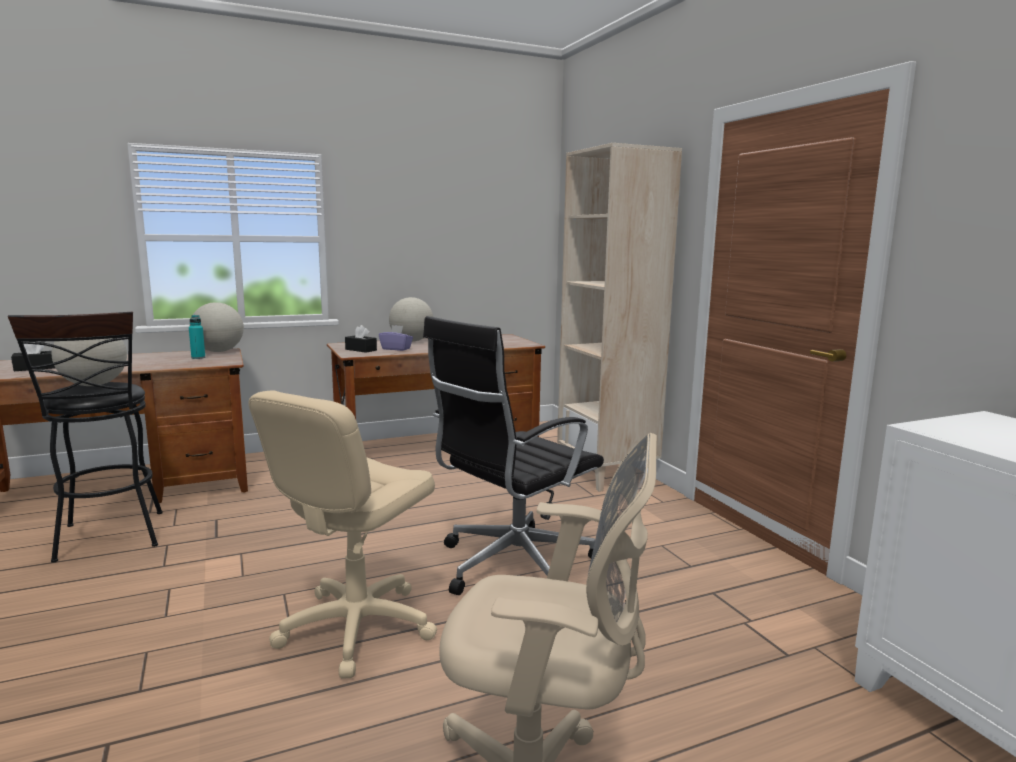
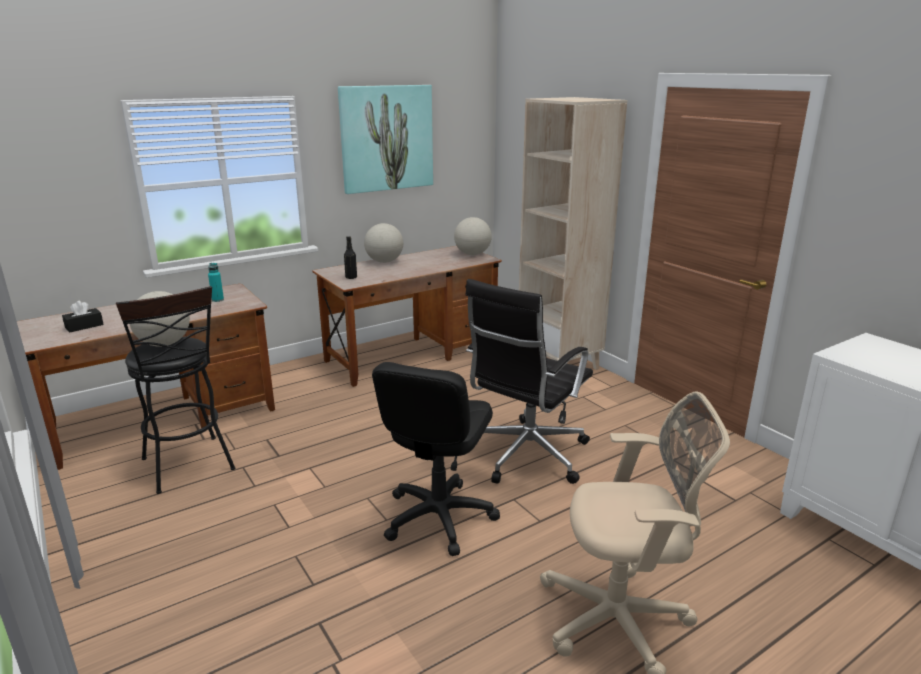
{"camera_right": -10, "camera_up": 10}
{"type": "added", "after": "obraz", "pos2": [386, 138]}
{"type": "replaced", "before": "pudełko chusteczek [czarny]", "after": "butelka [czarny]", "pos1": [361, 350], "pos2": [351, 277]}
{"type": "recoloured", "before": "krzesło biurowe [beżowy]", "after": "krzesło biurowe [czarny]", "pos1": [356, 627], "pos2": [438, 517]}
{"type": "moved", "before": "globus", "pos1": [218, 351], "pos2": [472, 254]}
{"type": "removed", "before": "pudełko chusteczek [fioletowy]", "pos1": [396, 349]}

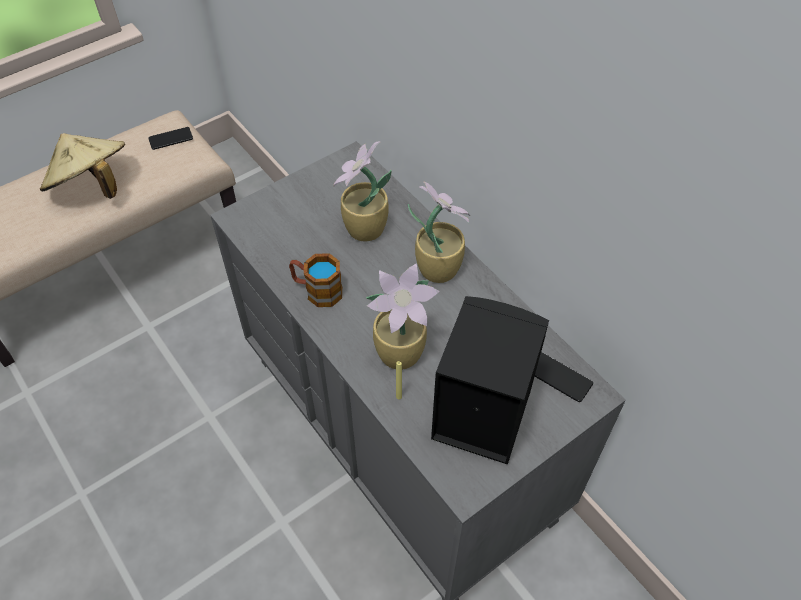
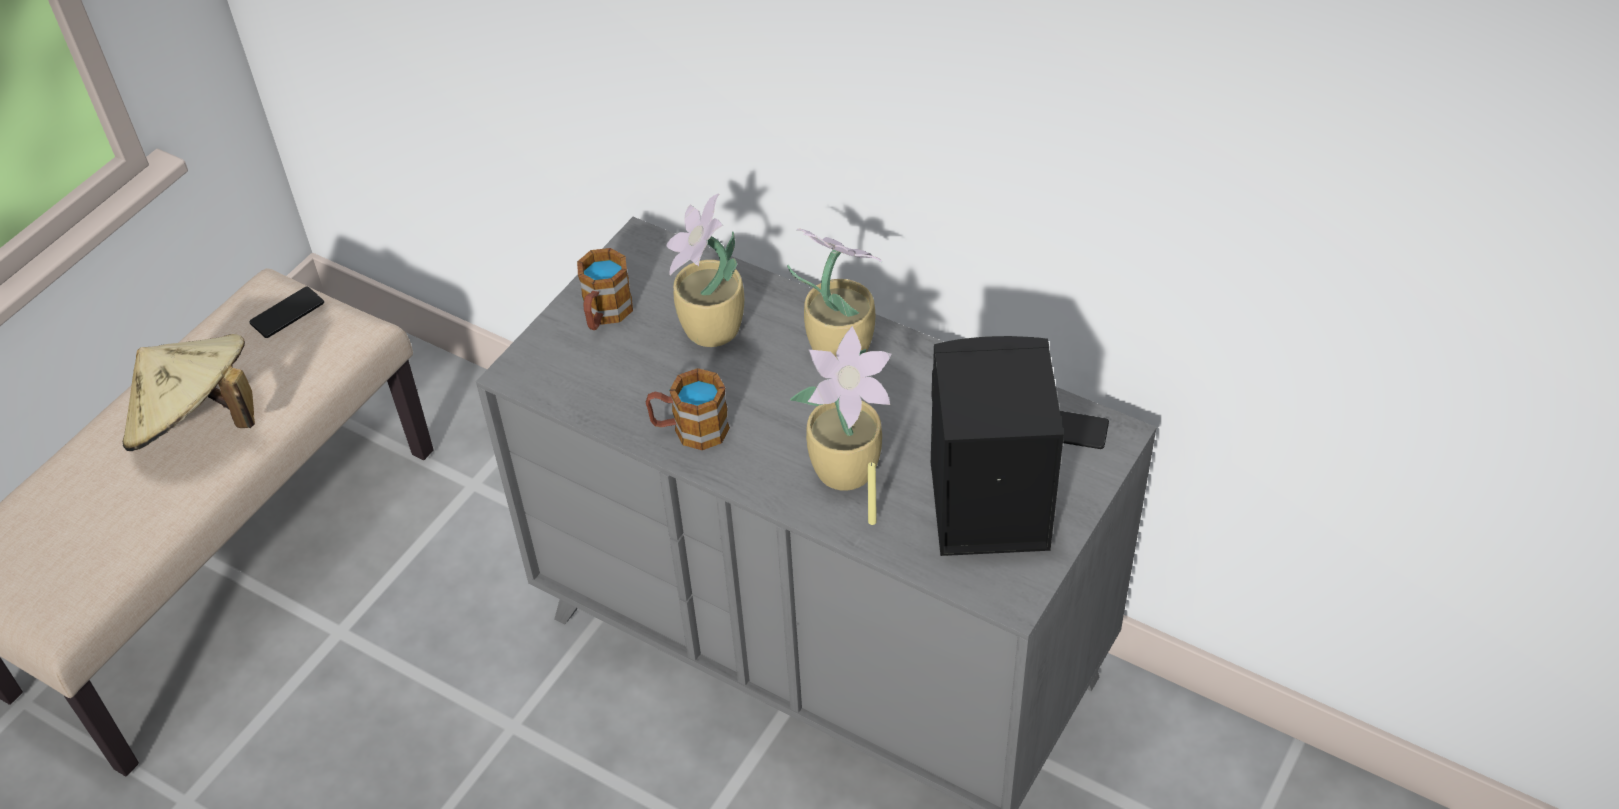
{"camera_right": -20, "camera_up": -5}
{"type": "added", "after": "kubek", "pos2": [604, 314]}

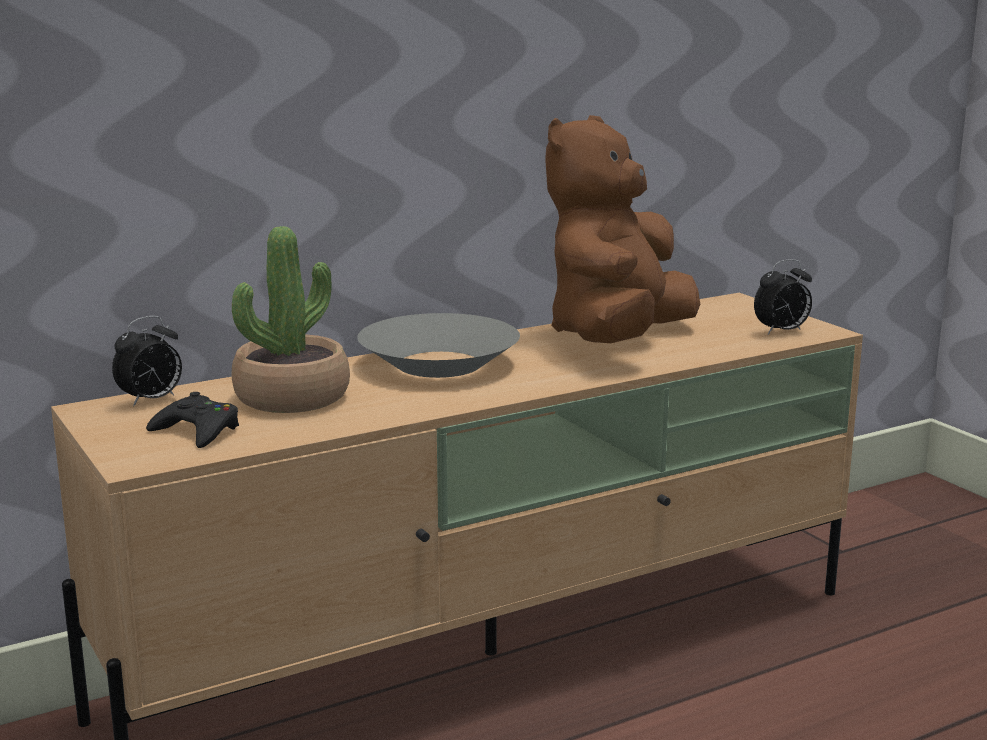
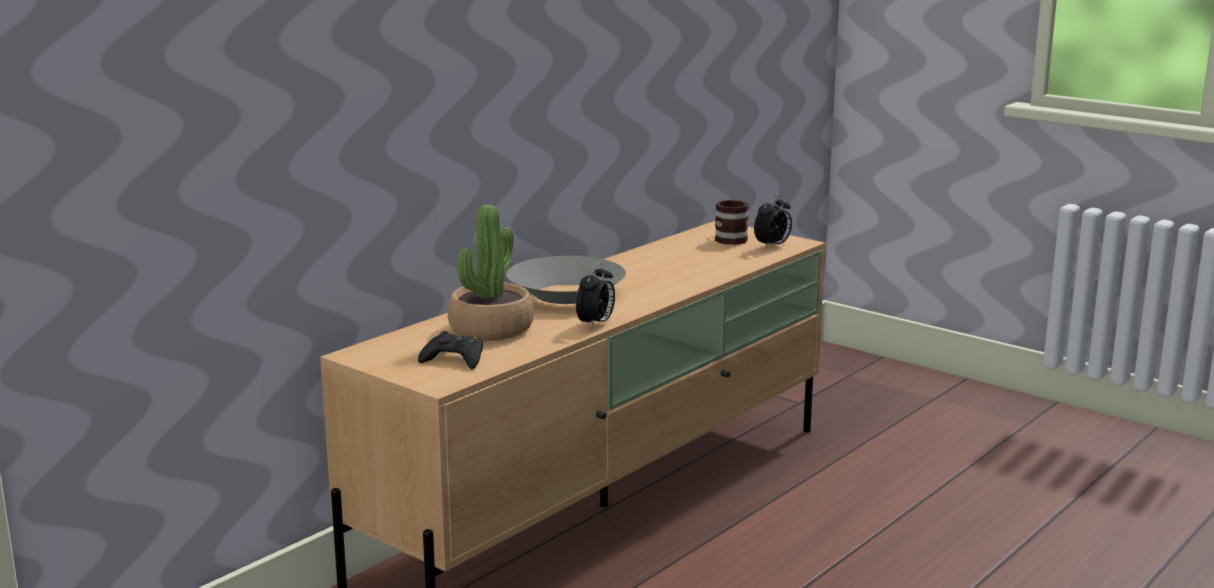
{"camera_right": -20, "camera_up": 0}
{"type": "moved", "before": "budzik", "pos1": [151, 400], "pos2": [596, 324]}
{"type": "added", "after": "kubek", "pos2": [729, 238]}
{"type": "removed", "before": "pluszak [brązowy]", "pos1": [617, 339]}

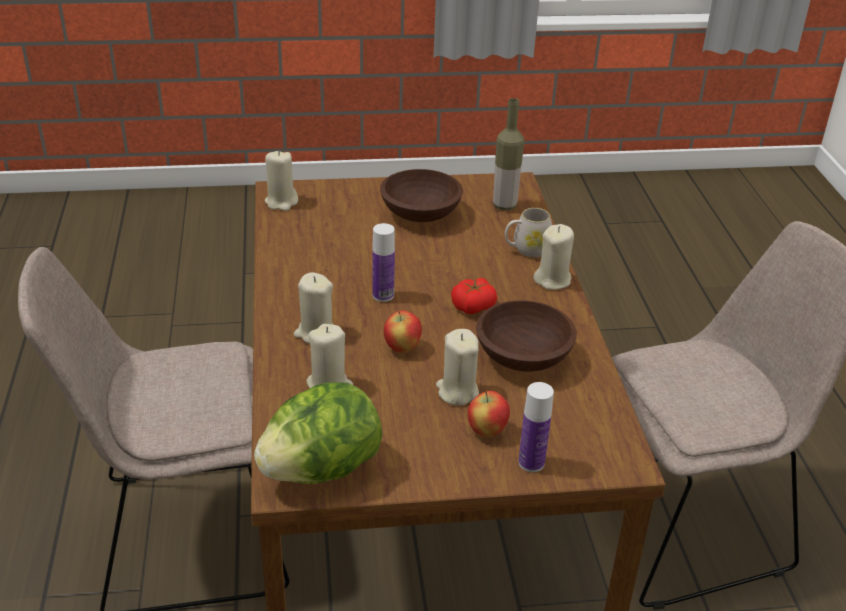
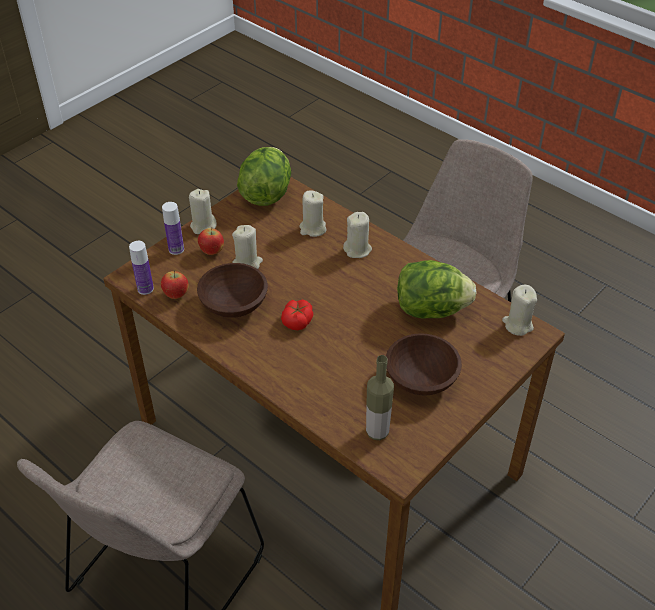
{"camera_right": 140, "camera_up": 10}
{"type": "moved", "before": "butelka", "pos1": [383, 295], "pos2": [145, 289]}
{"type": "moved", "before": "jabłko", "pos1": [402, 348], "pos2": [176, 295]}
{"type": "moved", "before": "świeca [beżowy]", "pos1": [552, 280], "pos2": [203, 226]}
{"type": "added", "after": "sałata", "pos2": [431, 309]}
{"type": "removed", "before": "kubek [biały]", "pos1": [527, 250]}

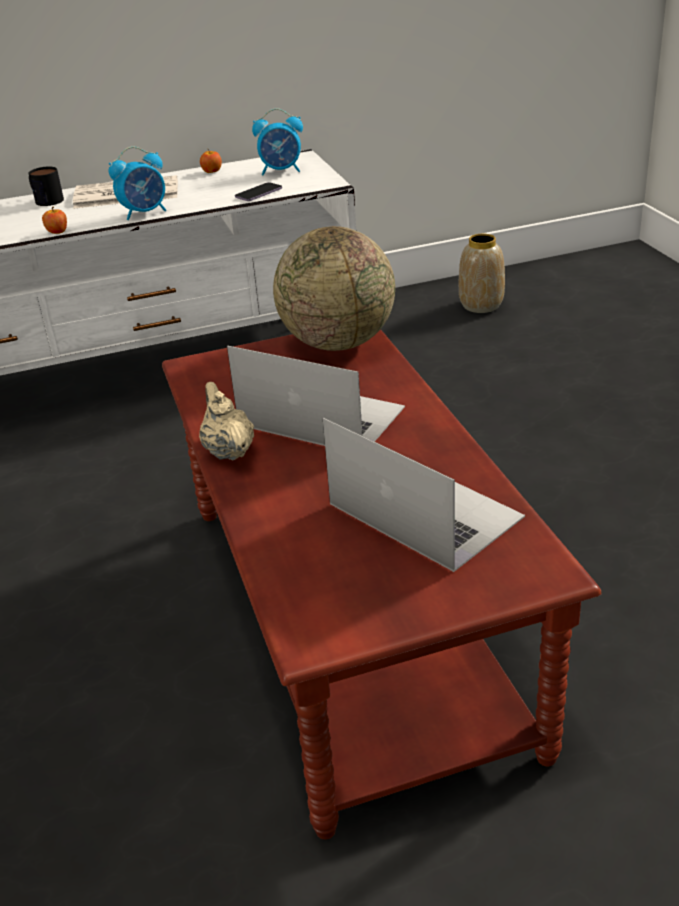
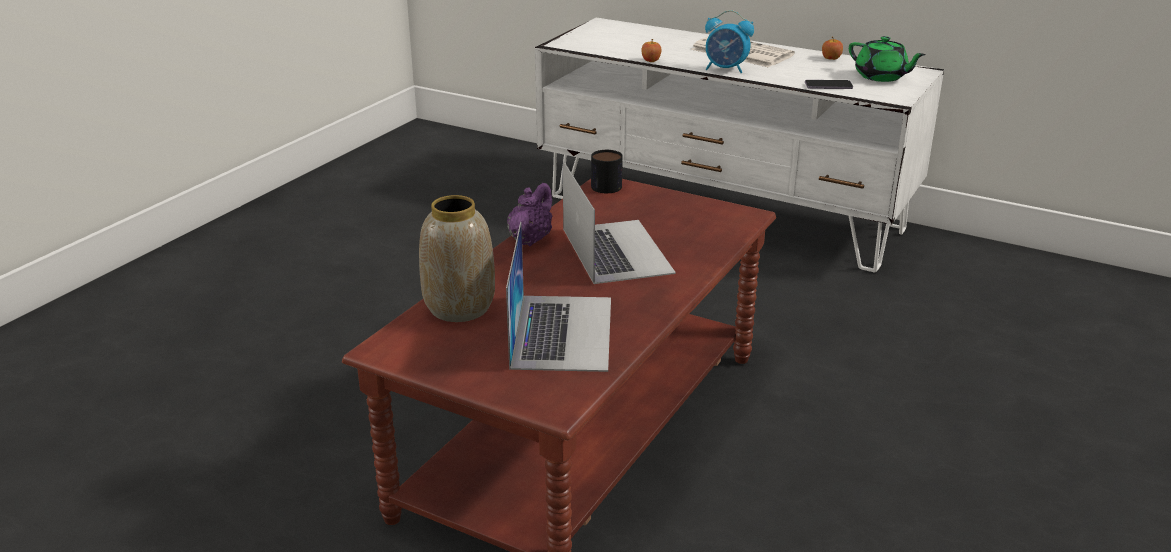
{"camera_right": 45, "camera_up": -5}
{"type": "moved", "before": "wazon", "pos1": [480, 305], "pos2": [458, 308]}
{"type": "recoloured", "before": "imbryk [beżowy]", "after": "imbryk [fioletowy]", "pos1": [228, 451], "pos2": [530, 239]}
{"type": "moved", "before": "kubek", "pos1": [45, 200], "pos2": [606, 184]}
{"type": "replaced", "before": "budzik", "after": "imbryk [zielony]", "pos1": [281, 171], "pos2": [881, 77]}
{"type": "removed", "before": "globus", "pos1": [338, 343]}

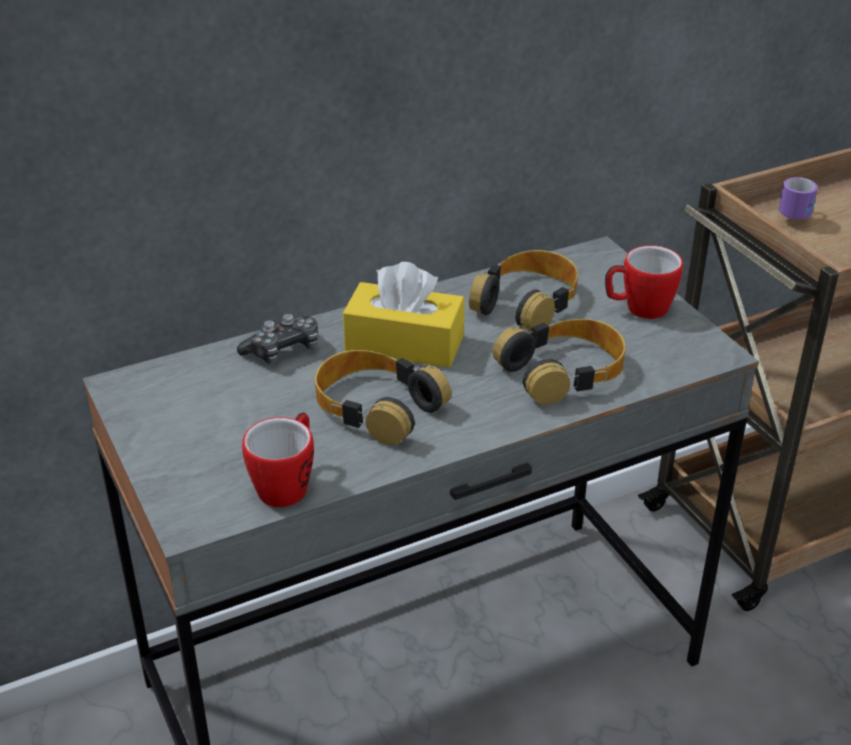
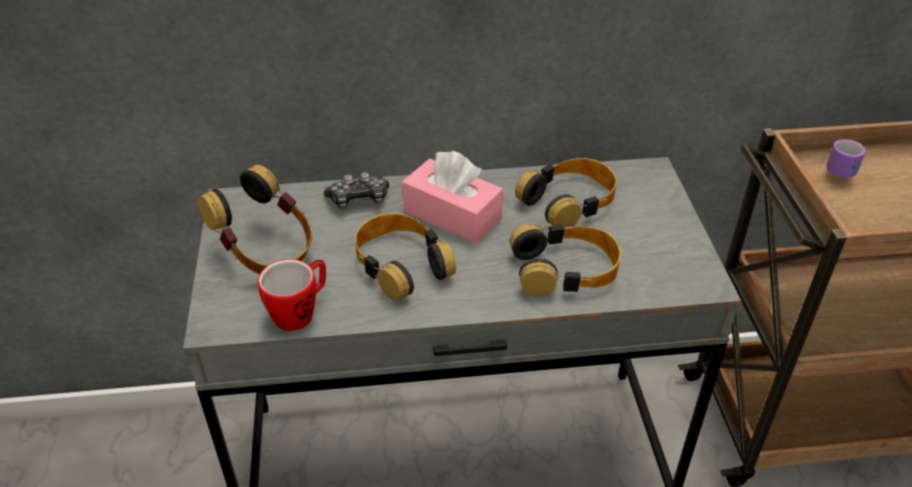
{"camera_right": 20, "camera_up": 5}
{"type": "added", "after": "słuchawki", "pos2": [267, 253]}
{"type": "recoloured", "before": "pudełko chusteczek [żółty]", "after": "pudełko chusteczek [różowy]", "pos1": [404, 343], "pos2": [452, 215]}
{"type": "removed", "before": "kubek", "pos1": [638, 309]}

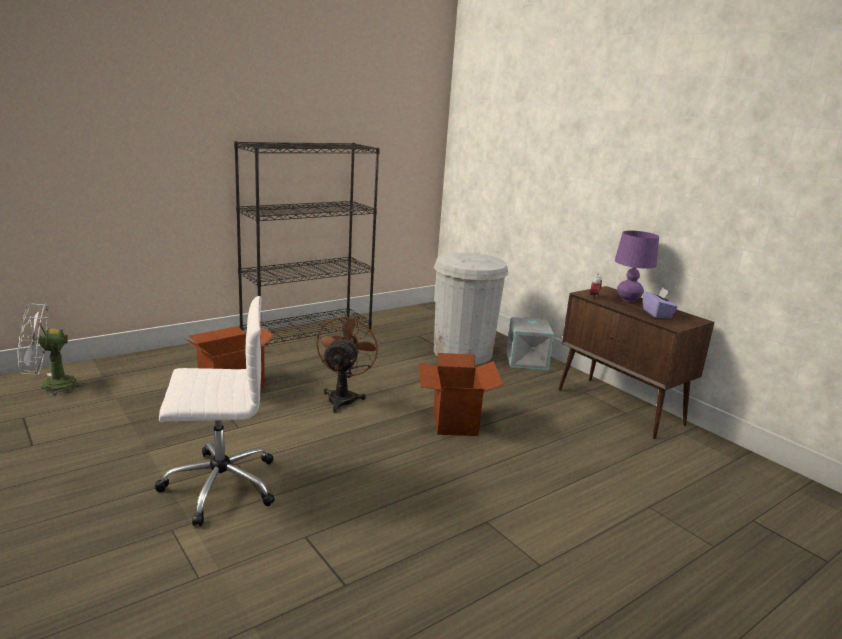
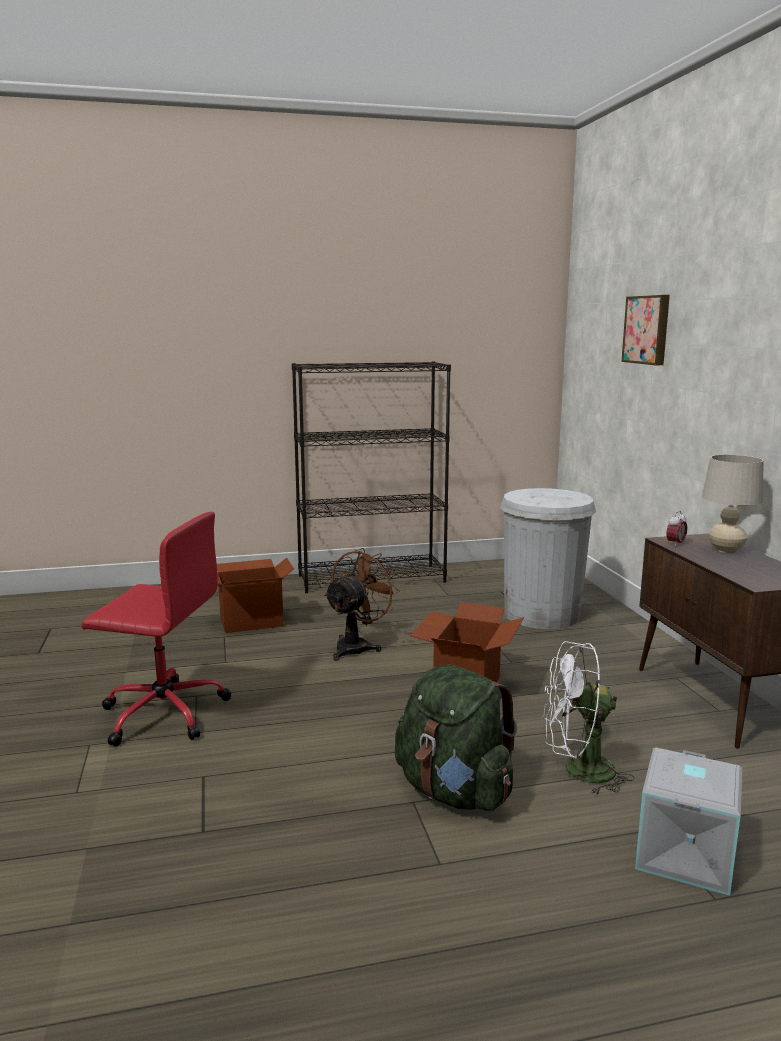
{"camera_right": 25, "camera_up": -5}
{"type": "recoloured", "before": "krzesło biurowe [biały]", "after": "krzesło biurowe [czerwony]", "pos1": [218, 485], "pos2": [162, 713]}
{"type": "added", "after": "plecak [zielony]", "pos2": [454, 792]}
{"type": "moved", "before": "wentylator [biały]", "pos1": [50, 385], "pos2": [578, 771]}
{"type": "added", "after": "obraz", "pos2": [648, 330]}
{"type": "moved", "before": "pojemnik do przechowywania [szary]", "pos1": [527, 361], "pos2": [687, 855]}
{"type": "recoloured", "before": "lampa stołowa [fioletowy]", "after": "lampa stołowa [beżowy]", "pos1": [628, 299], "pos2": [725, 550]}
{"type": "removed", "before": "pudełko chusteczek [fioletowy]", "pos1": [657, 314]}

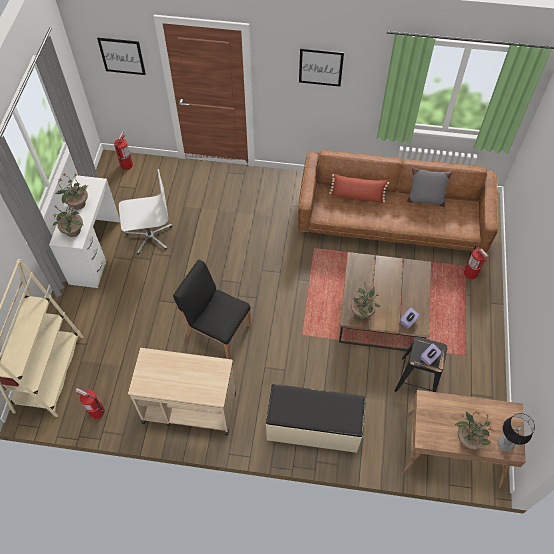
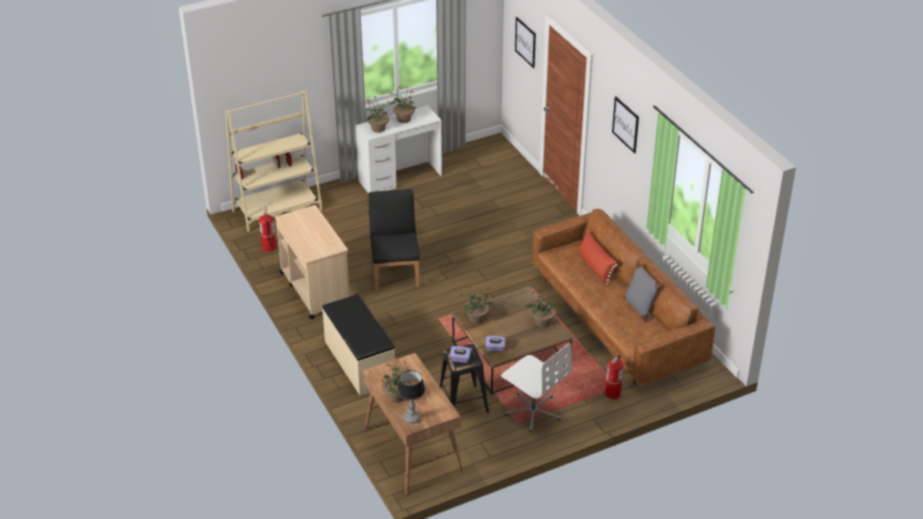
{"camera_right": 55, "camera_up": -20}
{"type": "moved", "before": "krzesło biurowe [biały]", "pos1": [149, 236], "pos2": [533, 411]}
{"type": "added", "after": "roślina doniczkowa", "pos2": [541, 322]}
{"type": "removed", "before": "gaśnica", "pos1": [126, 165]}

